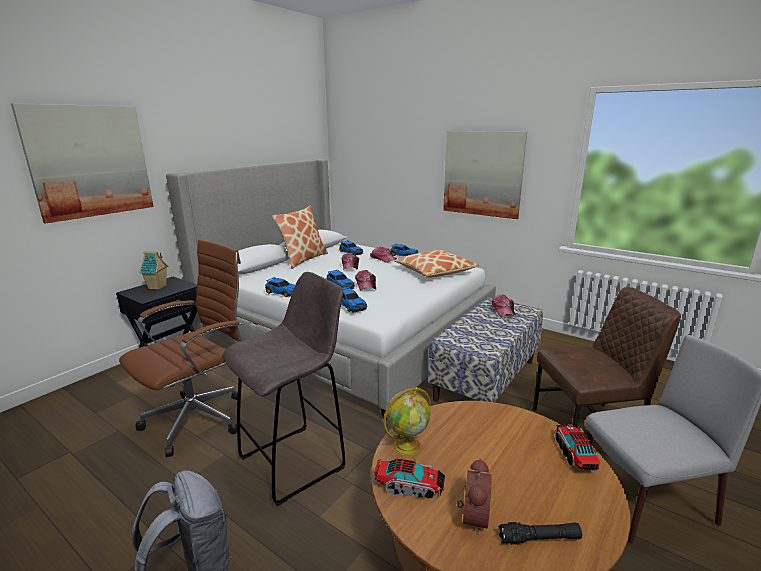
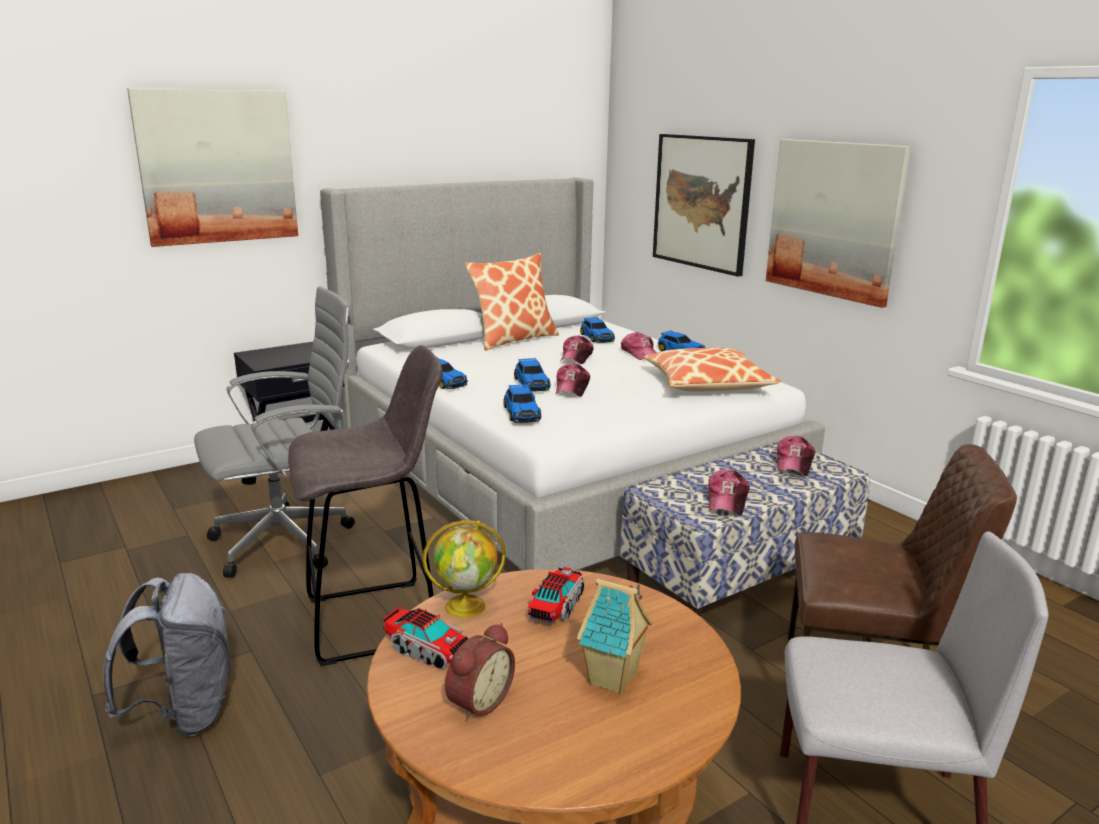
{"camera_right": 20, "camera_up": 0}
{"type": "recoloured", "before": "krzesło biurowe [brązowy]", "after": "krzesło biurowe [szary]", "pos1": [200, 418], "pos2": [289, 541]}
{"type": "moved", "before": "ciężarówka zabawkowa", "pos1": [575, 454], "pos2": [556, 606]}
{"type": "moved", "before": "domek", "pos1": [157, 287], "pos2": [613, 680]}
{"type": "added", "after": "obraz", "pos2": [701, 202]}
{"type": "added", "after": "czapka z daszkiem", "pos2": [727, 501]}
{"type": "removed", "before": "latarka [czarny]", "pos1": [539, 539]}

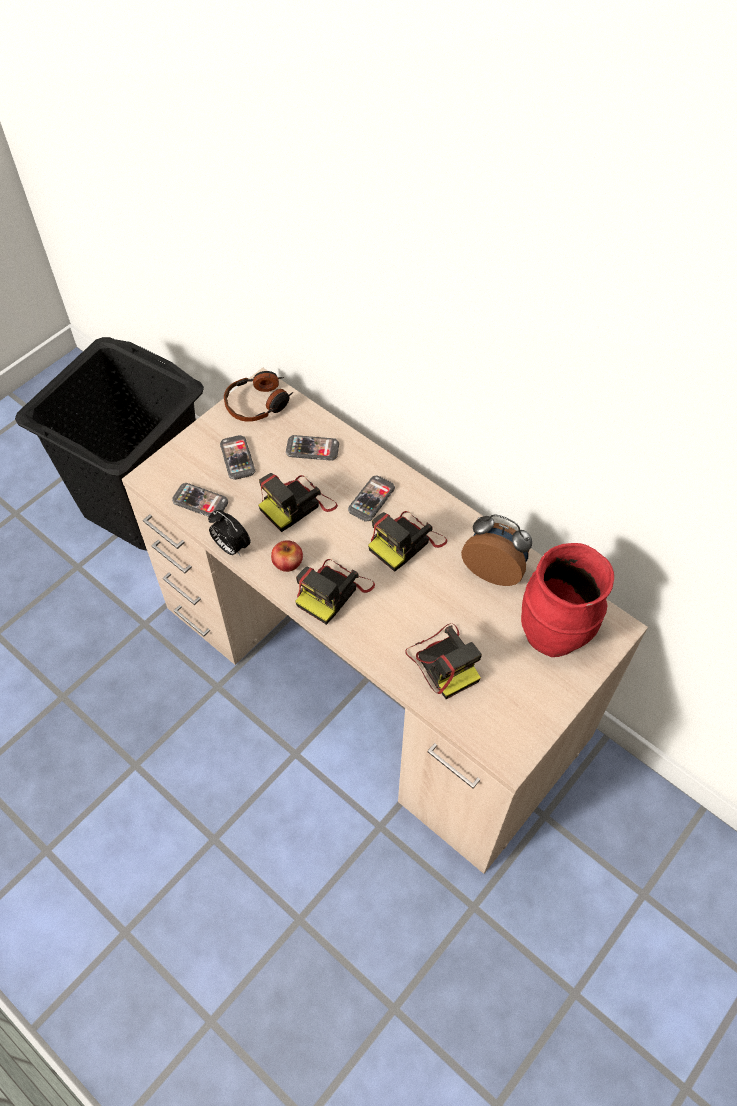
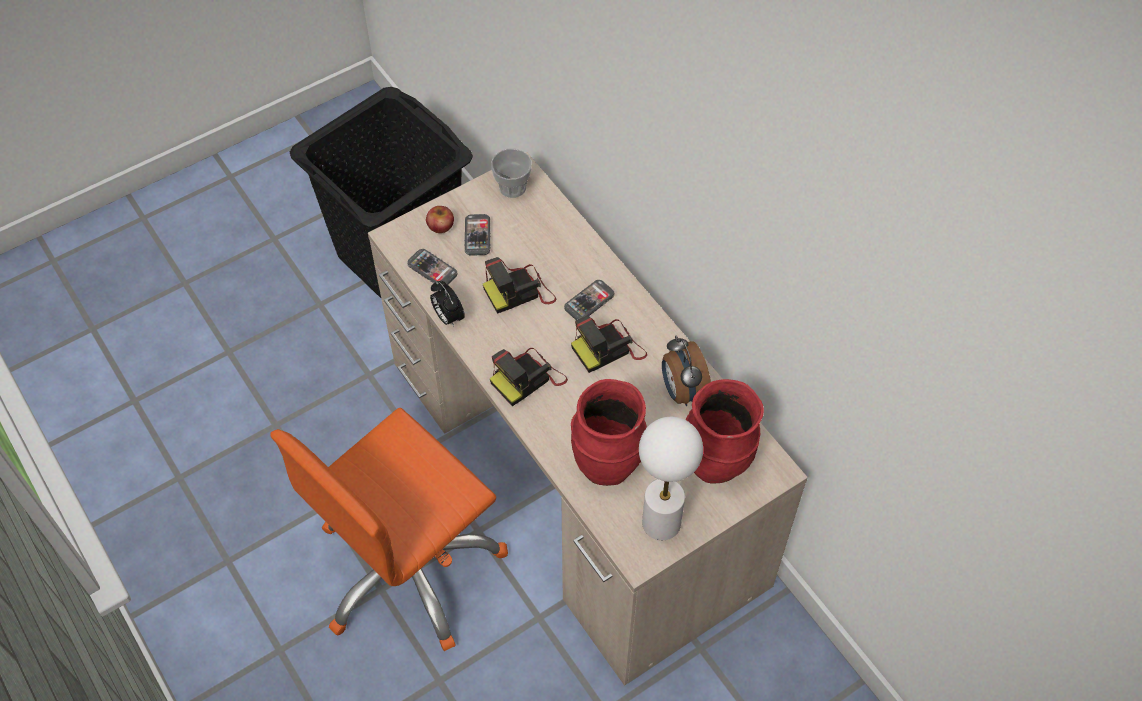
{"camera_right": 15, "camera_up": 0}
{"type": "added", "after": "krzesło biurowe [pomarańczowy]", "pos2": [409, 567]}
{"type": "moved", "before": "jabłko", "pos1": [287, 562], "pos2": [440, 225]}
{"type": "replaced", "before": "słuchawki", "after": "filiżanka", "pos1": [259, 403], "pos2": [512, 187]}
{"type": "replaced", "before": "aparat fotograficzny", "after": "wazon [czerwony]", "pos1": [443, 661], "pos2": [607, 463]}
{"type": "added", "after": "lampa stołowa [biały]", "pos2": [660, 523]}
{"type": "turned", "before": "budzik", "pos1": [494, 569], "pos2": [682, 391], "turn": -150}
{"type": "removed", "before": "telefon", "pos1": [312, 449]}

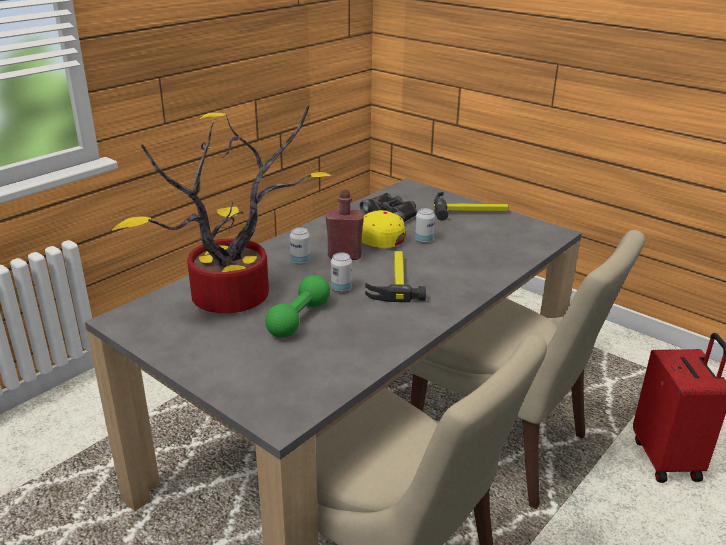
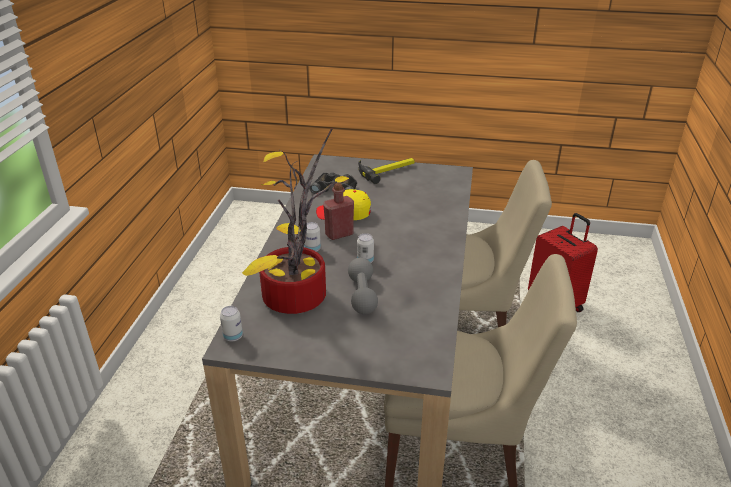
{"camera_right": -30, "camera_up": 5}
{"type": "moved", "before": "puszka", "pos1": [424, 240], "pos2": [233, 336]}
{"type": "recoloured", "before": "hantel [zielony]", "after": "hantel [szary]", "pos1": [299, 319], "pos2": [362, 295]}
{"type": "removed", "before": "młotek", "pos1": [394, 280]}

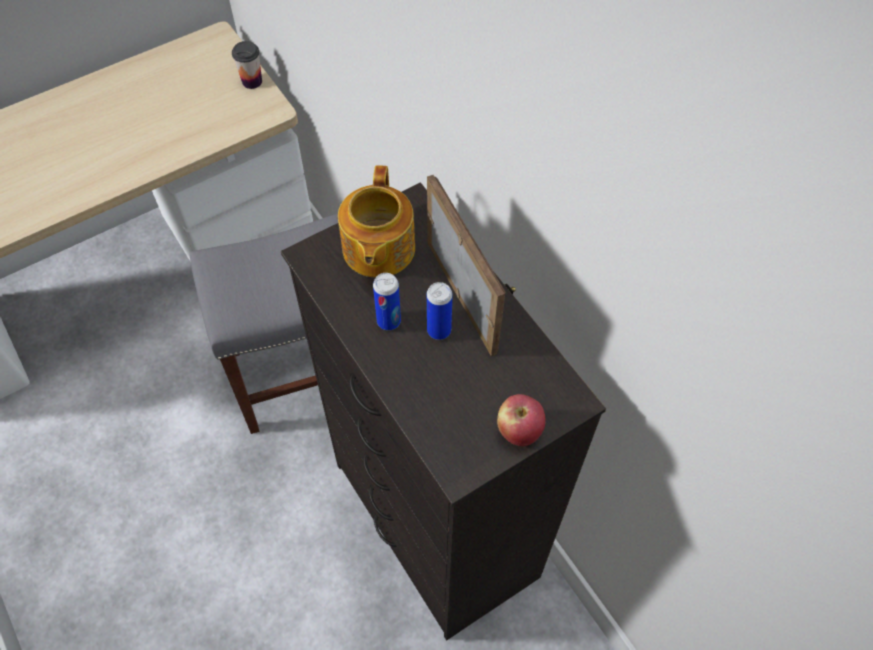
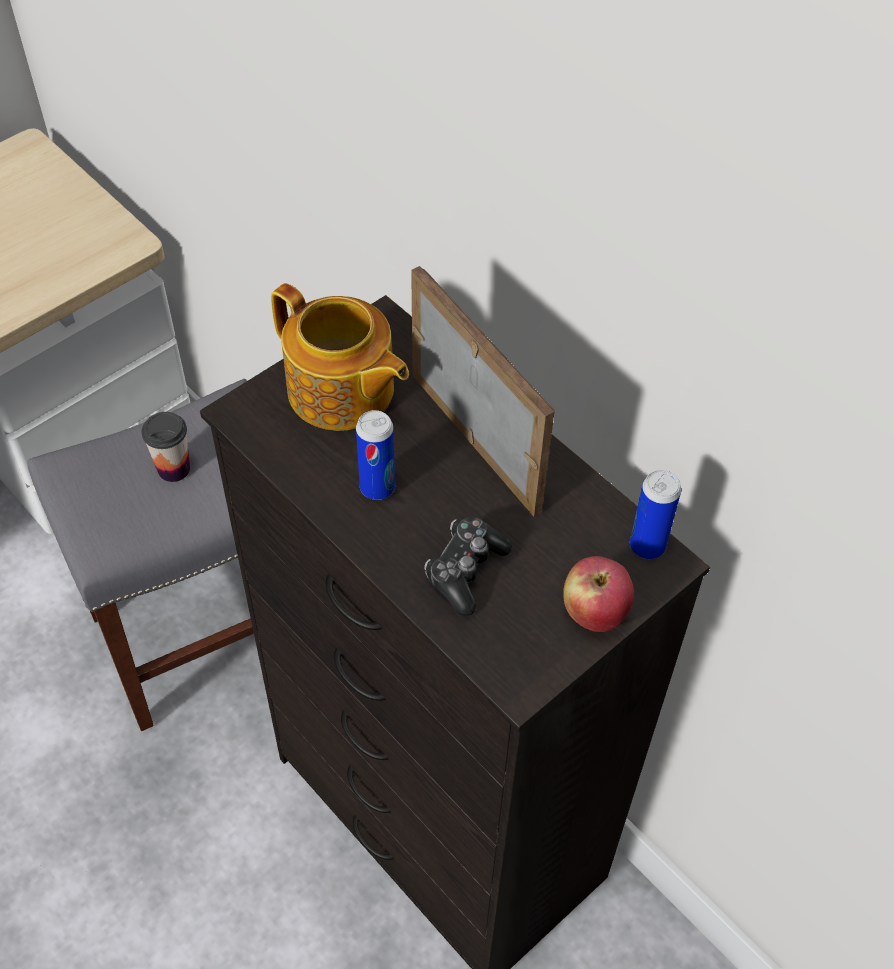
{"camera_right": -10, "camera_up": -5}
{"type": "moved", "before": "filiżanka", "pos1": [252, 81], "pos2": [174, 469]}
{"type": "turned", "before": "imbryk", "pos1": [377, 249], "pos2": [341, 392], "turn": -45}
{"type": "added", "after": "pad do gier", "pos2": [465, 570]}
{"type": "moved", "before": "puszka", "pos1": [439, 330], "pos2": [647, 546]}

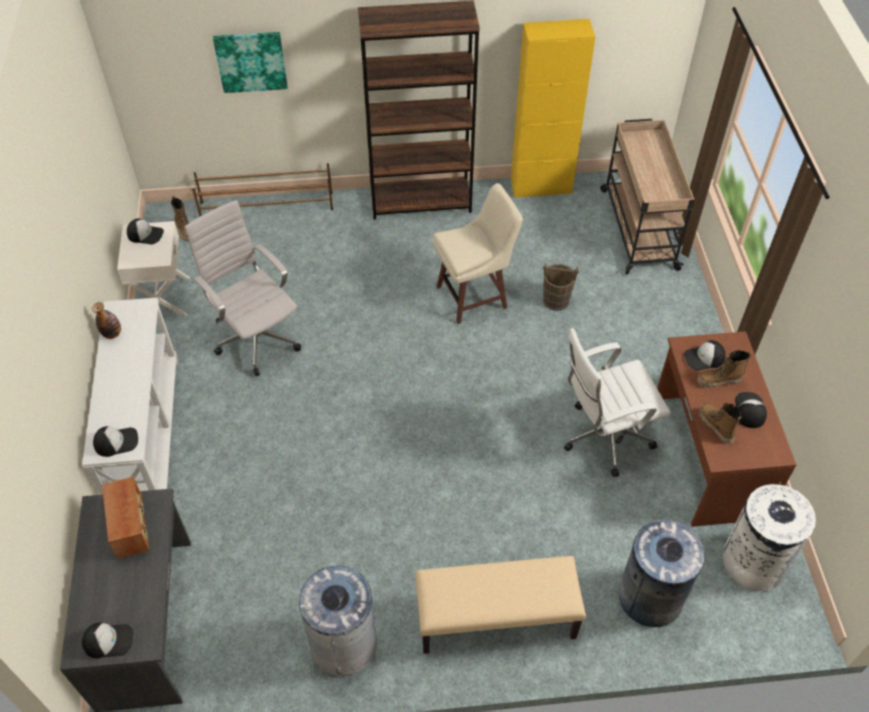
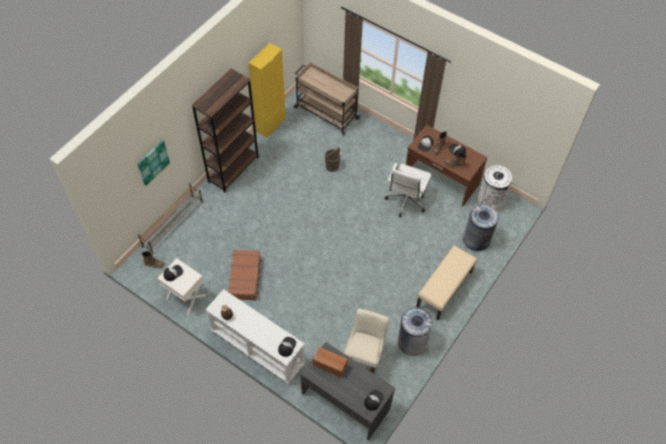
{"camera_right": -50, "camera_up": 5}
{"type": "replaced", "before": "krzesło biurowe [biały]", "after": "walizka [brązowy]", "pos1": [256, 338], "pos2": [245, 277]}
{"type": "moved", "before": "stołek [beżowy]", "pos1": [474, 297], "pos2": [364, 360]}

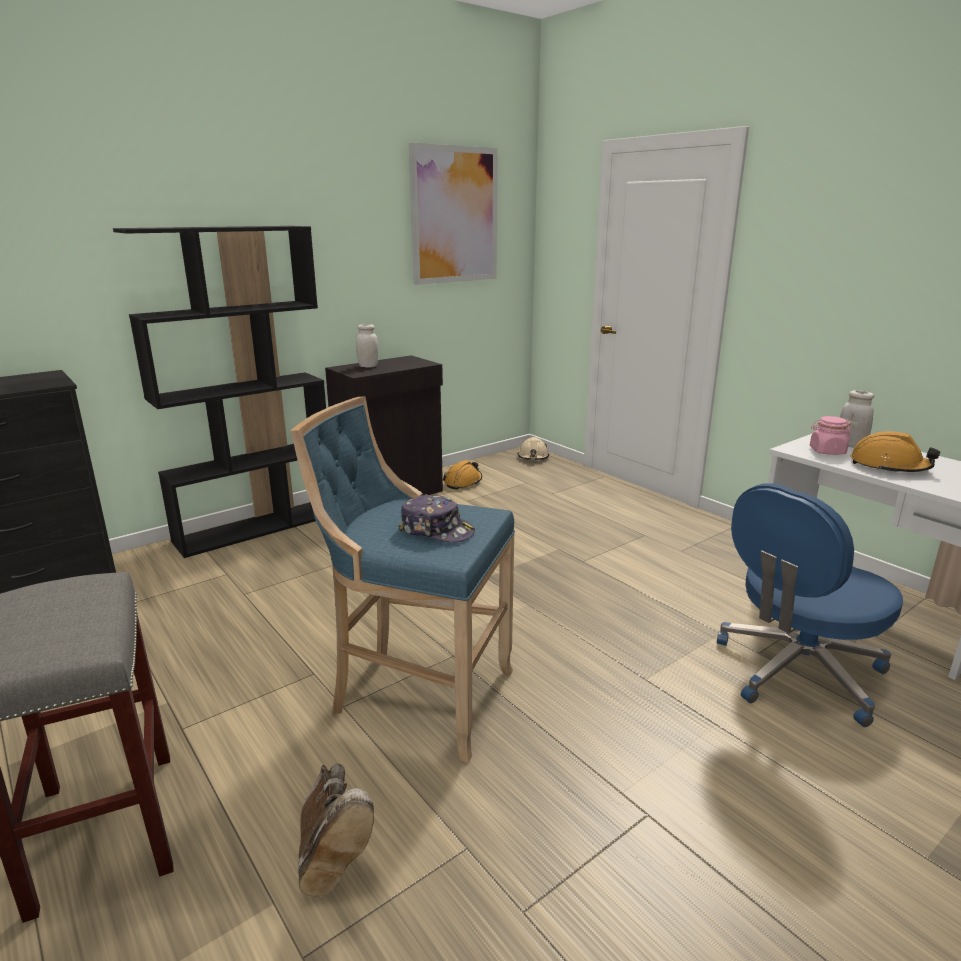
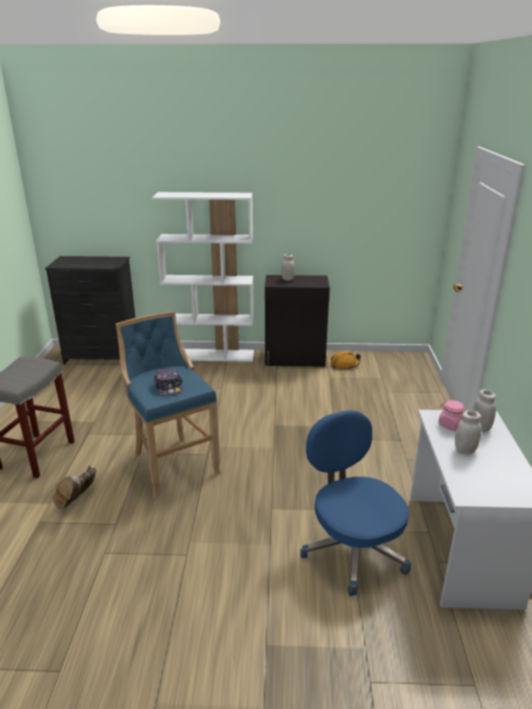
{"camera_right": 40, "camera_up": 5}
{"type": "recoloured", "before": "regał [czarny]", "after": "regał [biały]", "pos1": [257, 527], "pos2": [211, 355]}
{"type": "turned", "before": "krzesło biurowe [niebieski]", "pos1": [797, 672], "pos2": [352, 549], "turn": 60}
{"type": "replaced", "before": "kask [pomarańczowy]", "after": "słoik [biały]", "pos1": [889, 466], "pos2": [465, 450]}
{"type": "removed", "before": "obraz", "pos1": [454, 215]}
{"type": "removed", "before": "kask [beżowy]", "pos1": [533, 457]}

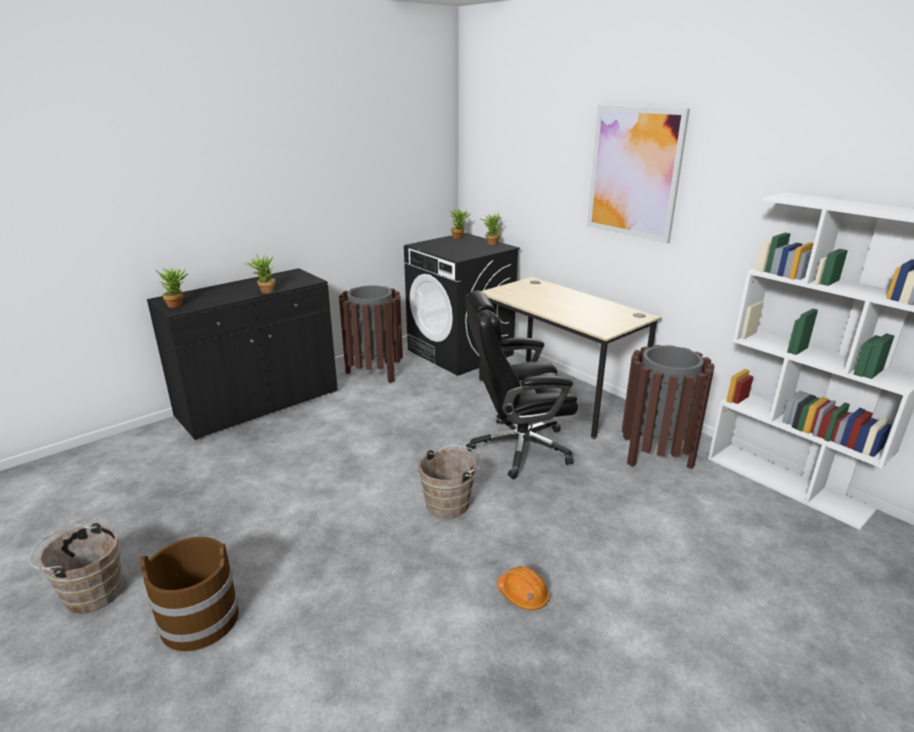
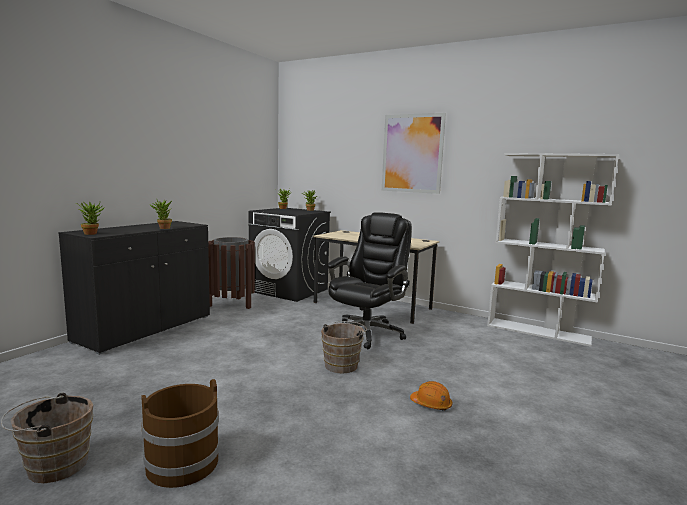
{"camera_right": -20, "camera_up": -15}
{"type": "turned", "before": "krzesło biurowe [czarny]", "pos1": [517, 448], "pos2": [367, 333], "turn": 150}
{"type": "removed", "before": "kosz na śmieci [brązowy]", "pos1": [656, 454]}

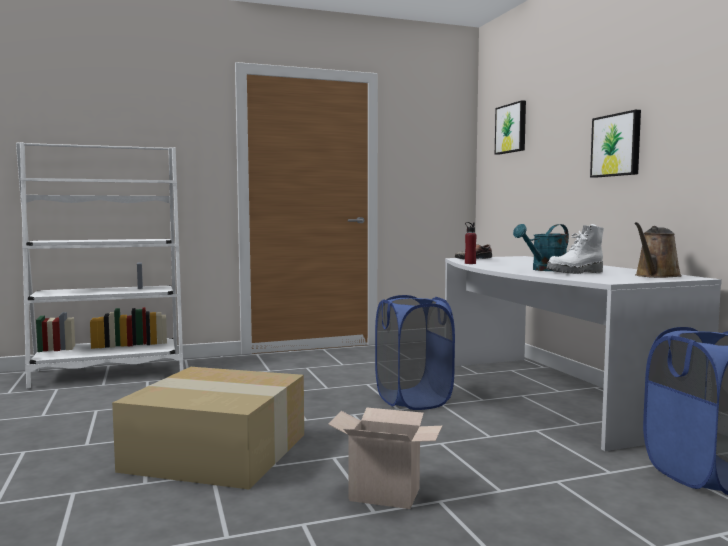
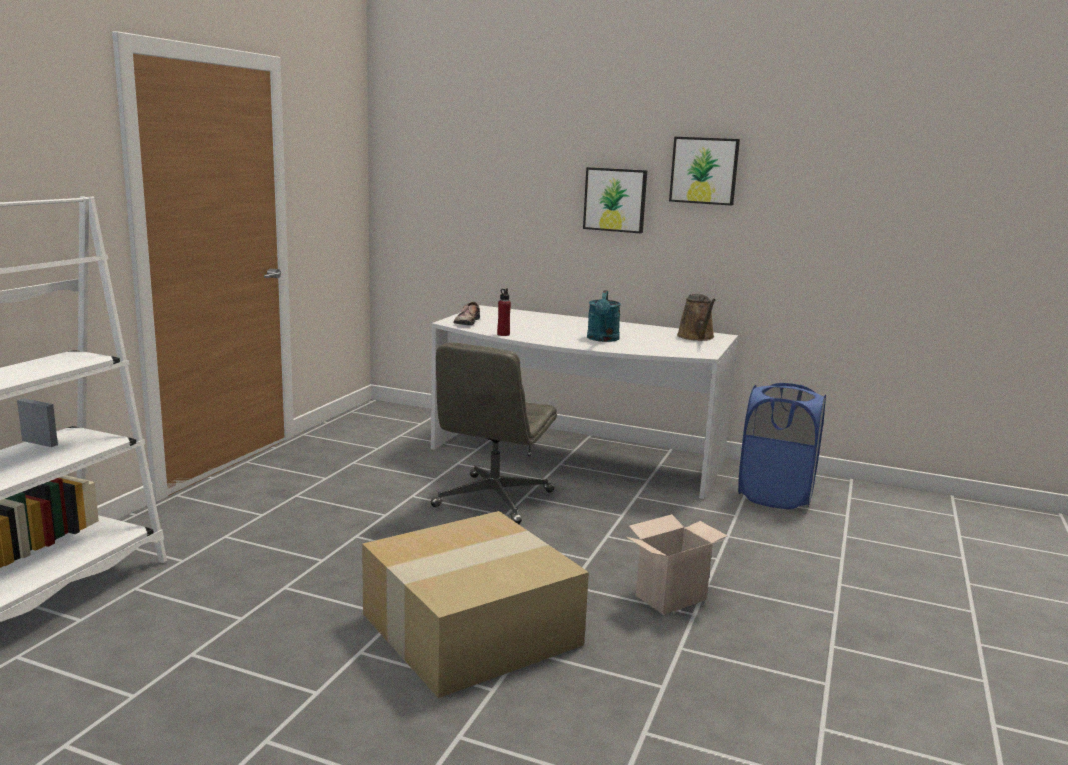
{"camera_right": -50, "camera_up": 10}
{"type": "replaced", "before": "kosz na pranie [niebieski]", "after": "krzesło biurowe [szary]", "pos1": [412, 400], "pos2": [493, 500]}
{"type": "moved", "before": "obraz", "pos1": [511, 128], "pos2": [704, 170]}
{"type": "removed", "before": "but z cholewką [biały]", "pos1": [575, 272]}

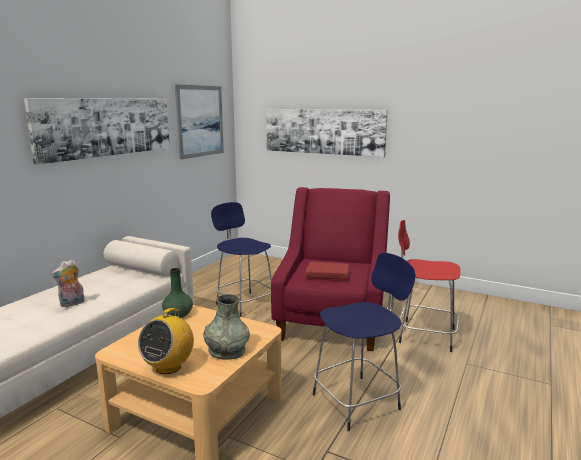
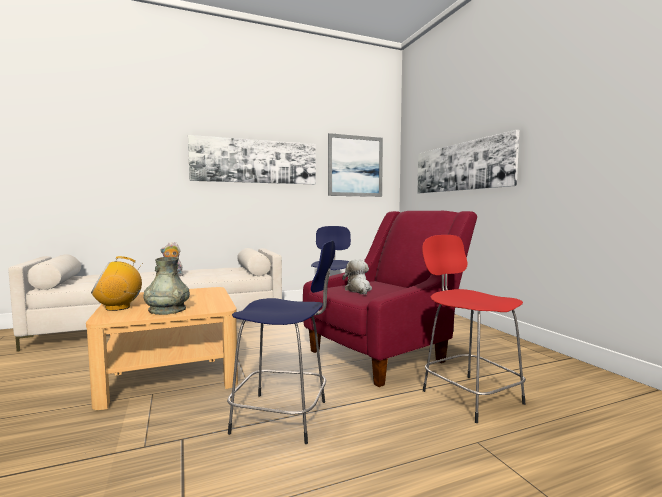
{"camera_right": 40, "camera_up": -10}
{"type": "replaced", "before": "książka [czerwony]", "after": "pluszak", "pos1": [327, 275], "pos2": [358, 290]}
{"type": "removed", "before": "wazon [zielony]", "pos1": [177, 315]}

